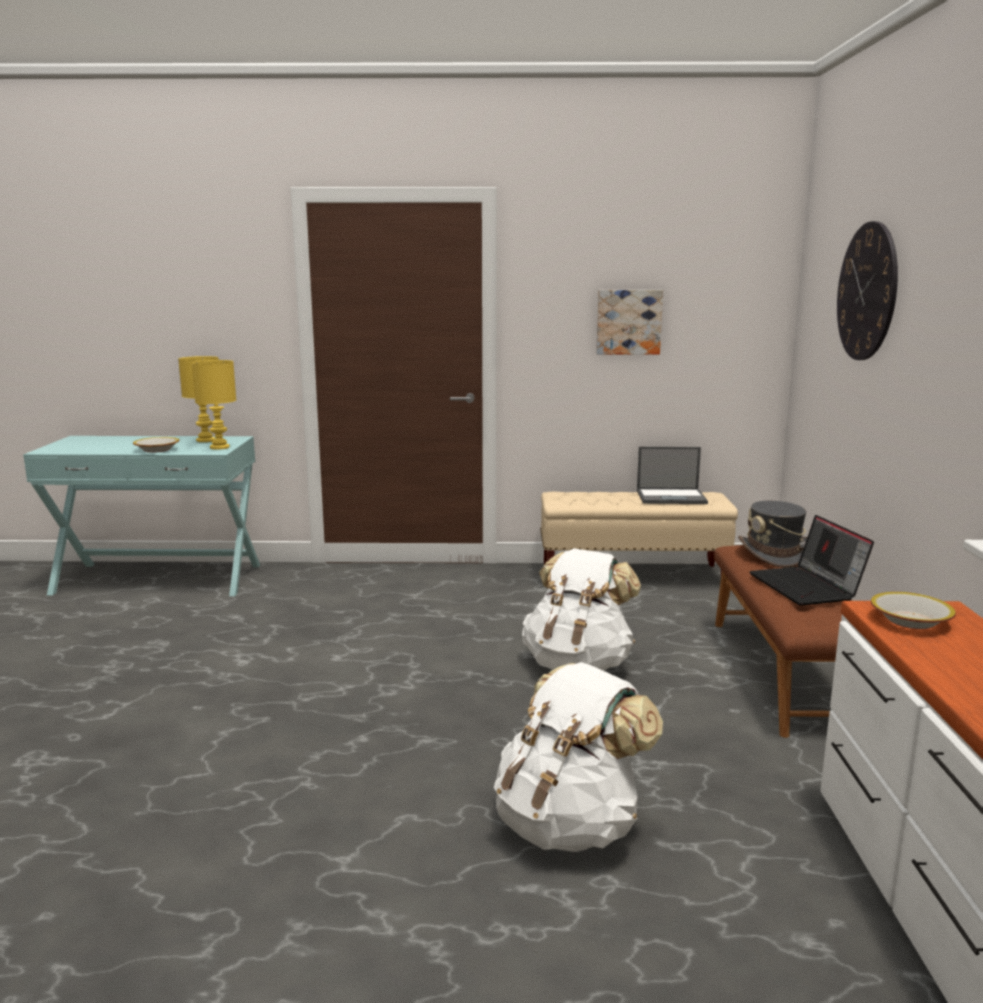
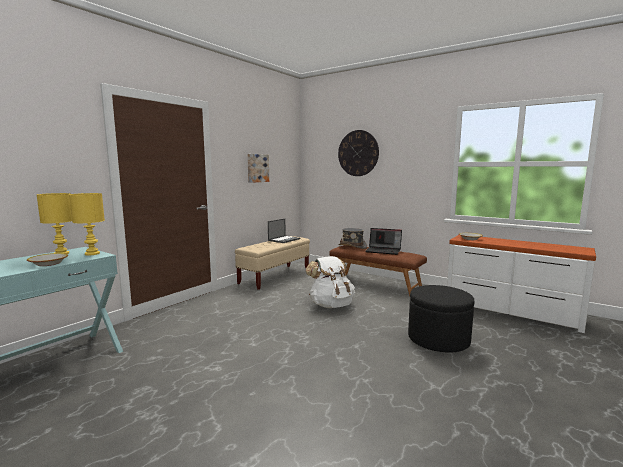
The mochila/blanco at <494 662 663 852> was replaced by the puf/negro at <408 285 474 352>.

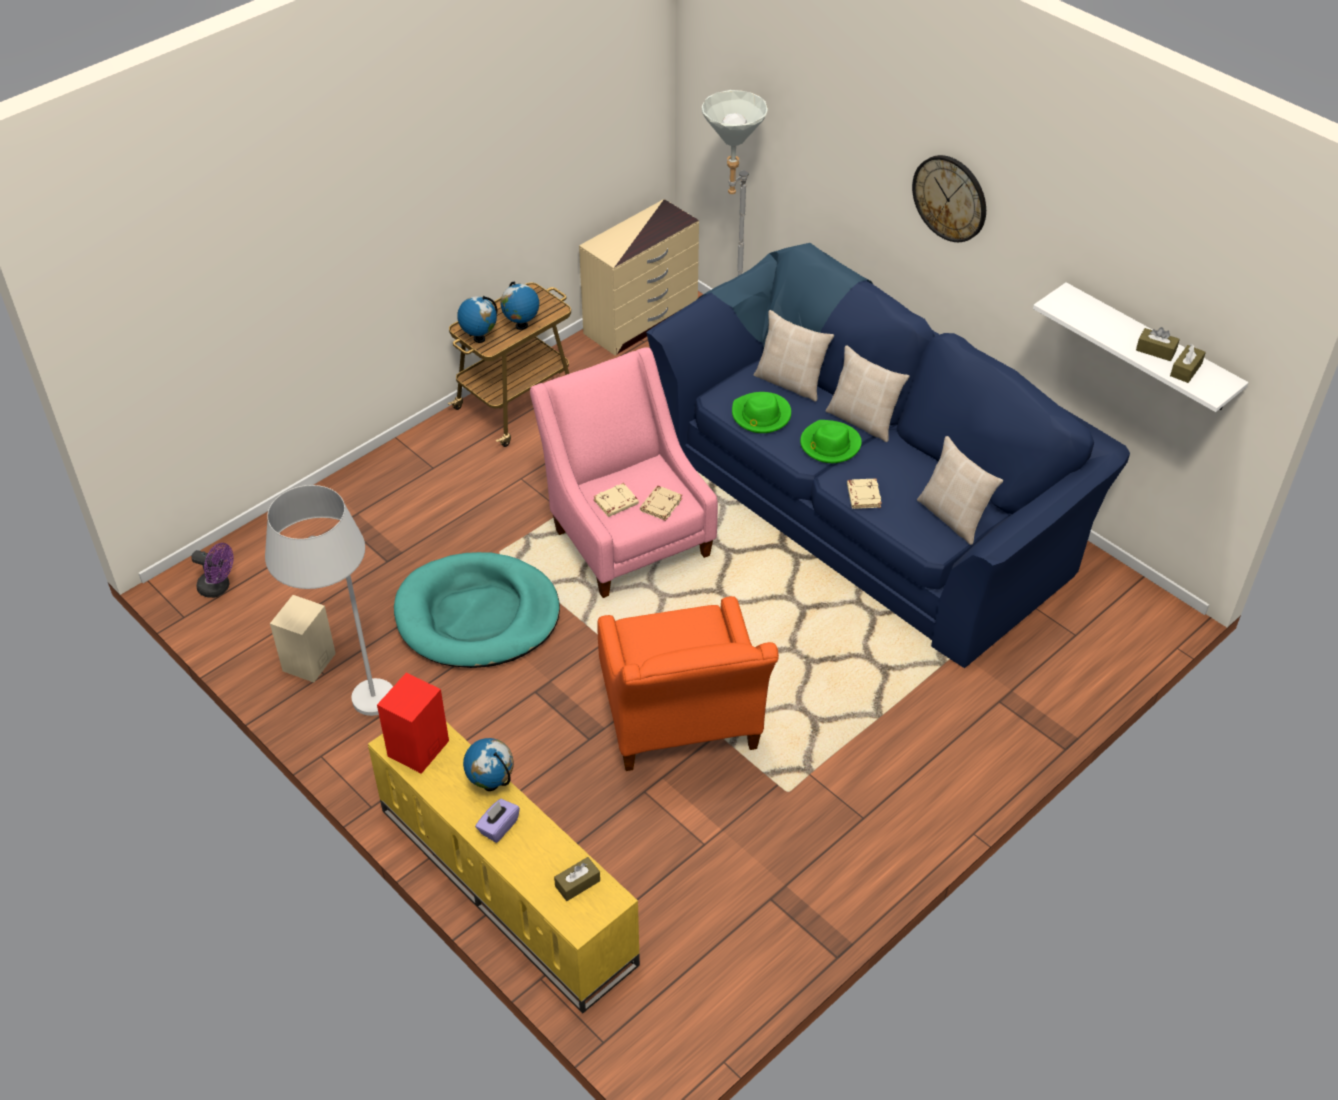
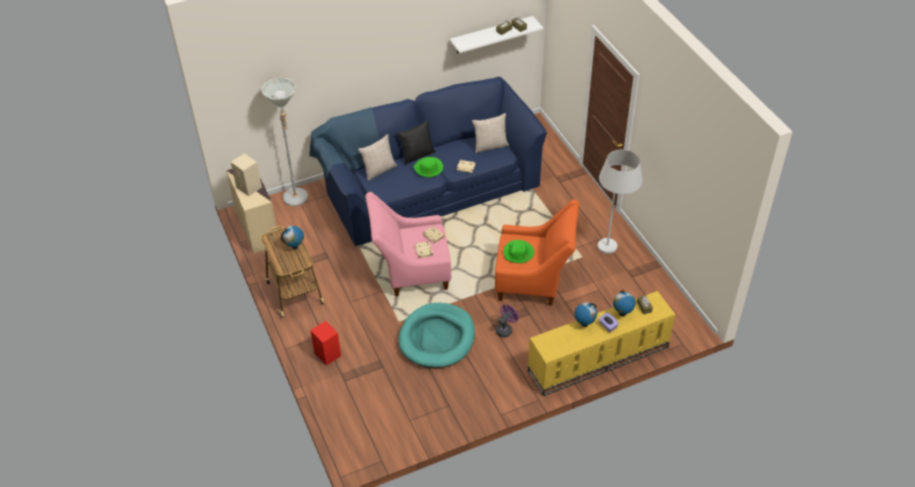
The ventilador/morado moved from <191 543 234 598> to <496 304 518 338>.
The lámpara de pie/blanco moved from <265 485 393 716> to <598 149 643 254>.
The altavoz/beis moved from <270 595 336 683> to <231 153 262 196>.
The altavoz/rojo moved from <377 672 449 774> to <310 321 341 366>.
The globo terráqueo moved from <457 296 497 343> to <613 290 636 316>.
The sombrero/verde moved from <732 392 791 433> to <503 240 534 263>.
The cojín/beis at <825 345 910 442> became the cojín/negro at <397 120 436 165>.
The reloj de pared at <912 155 986 242> disappeared.

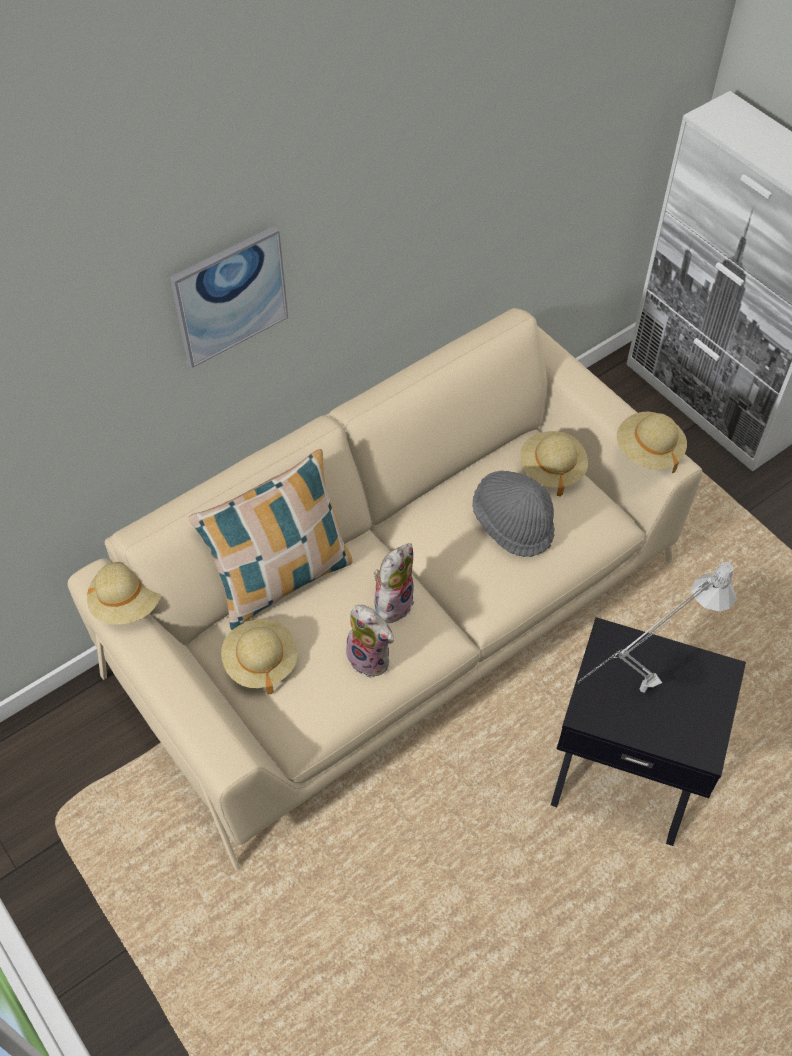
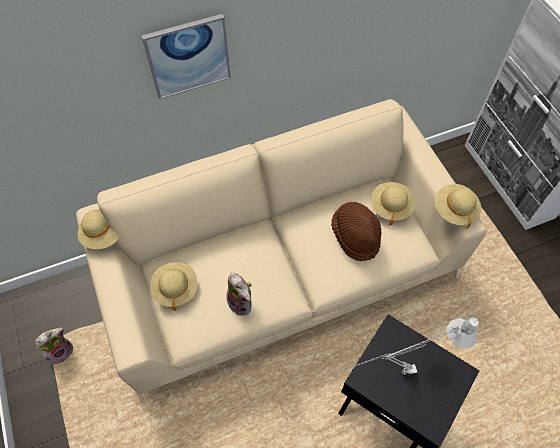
The cojín at <189 449 353 630> disappeared.
The peluche moved from <374 543 414 623> to <35 328 73 365>.
The sombrero/gris at <472 471 555 557> became the sombrero/marrón at <331 202 381 261>.

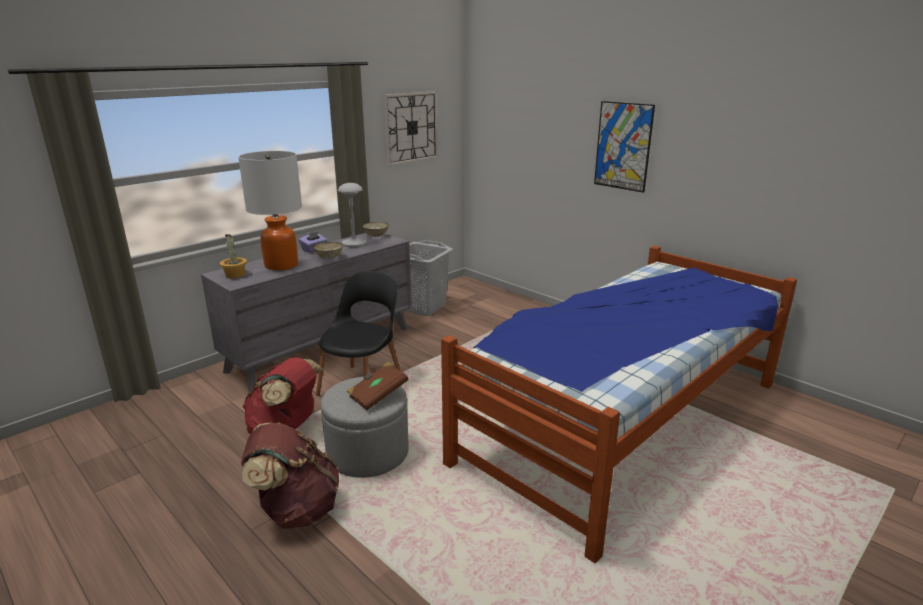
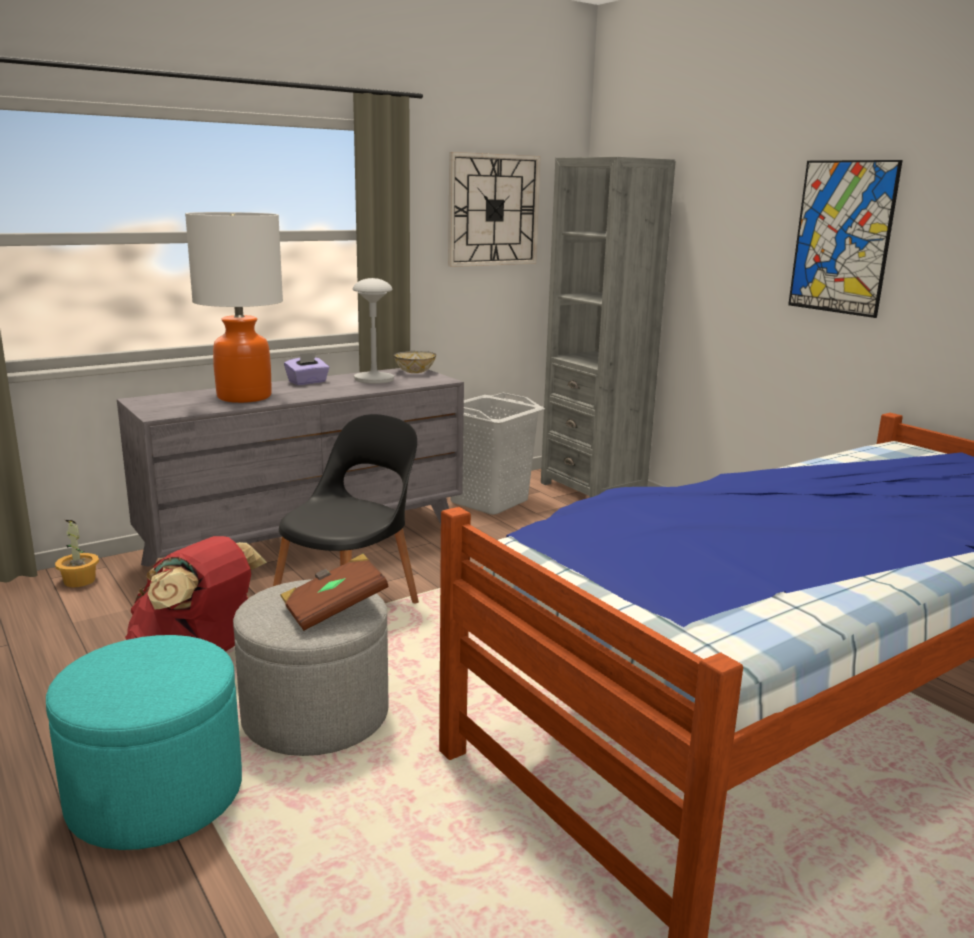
The planta en maceta moved from <220 234 247 278> to <55 520 99 587>.
The mochila/marrón at <241 423 339 529> was replaced by the puf/turquesa at <46 635 242 850>.
The cuenco at <313 242 343 259> disappeared.
The estantería/gris at <541 157 676 498> appeared.

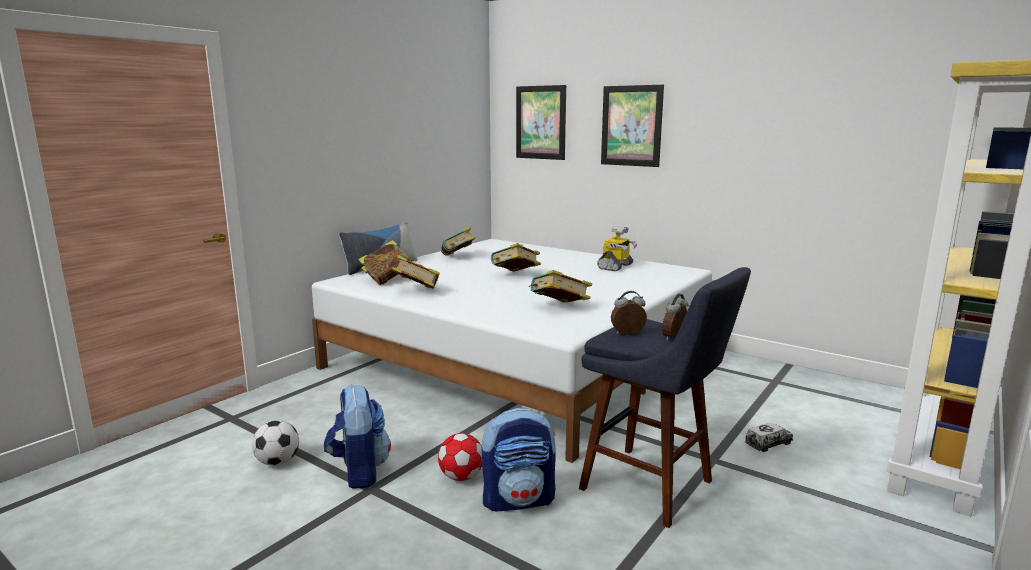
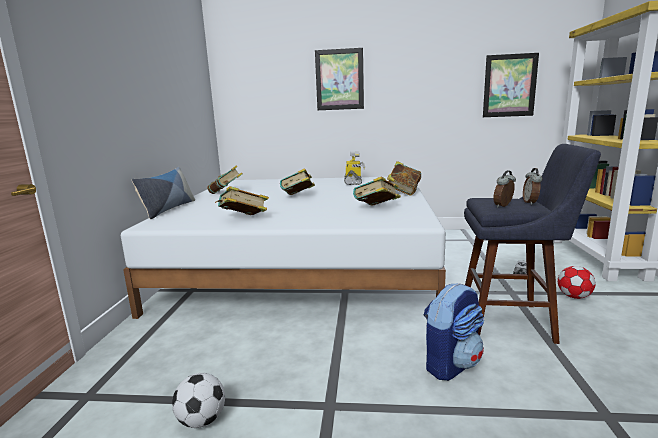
The mochila at <324 384 391 489> disappeared.
The libro moved from <358 240 413 285> to <387 161 421 195>.
The balón de fútbol moved from <438 433 482 481> to <558 266 596 299>.
The cuadro moved from <516 85 566 160> to <483 53 539 117>.

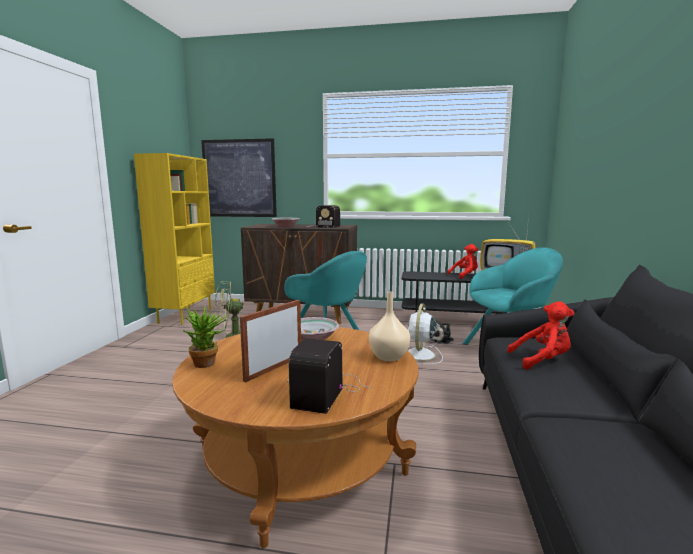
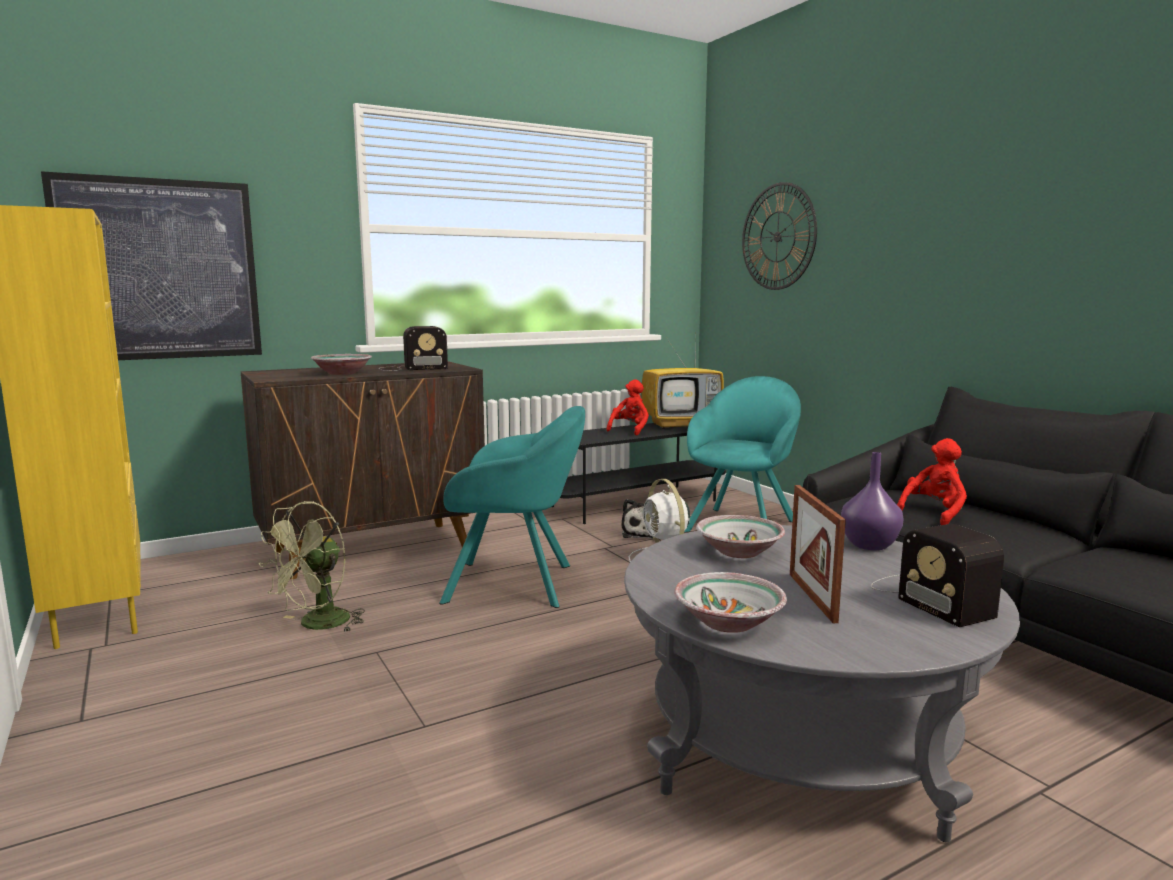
The mesa de centro/marrón at <172 327 418 548> became the mesa de centro/gris at <624 525 1020 842>.
The planta en maceta at <182 306 228 368> was replaced by the cuenco at <674 572 787 633>.
The florero/beis at <369 291 410 361> became the florero/morado at <841 452 904 550>.
The reloj de pared at <742 182 817 290> appeared.

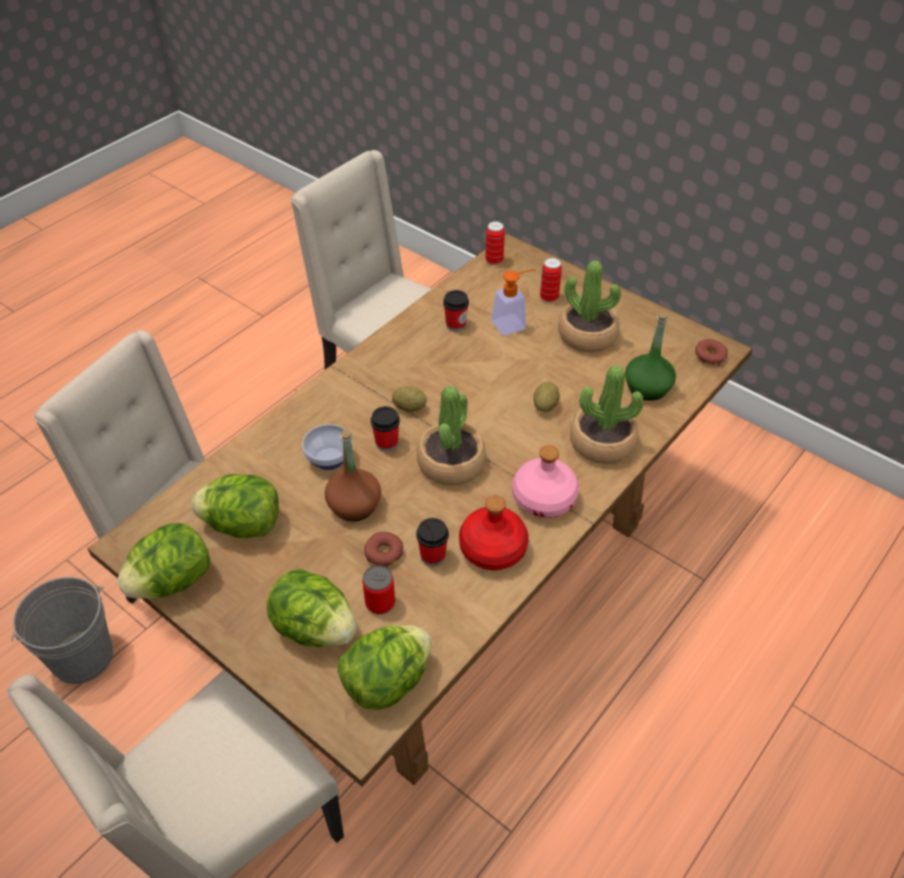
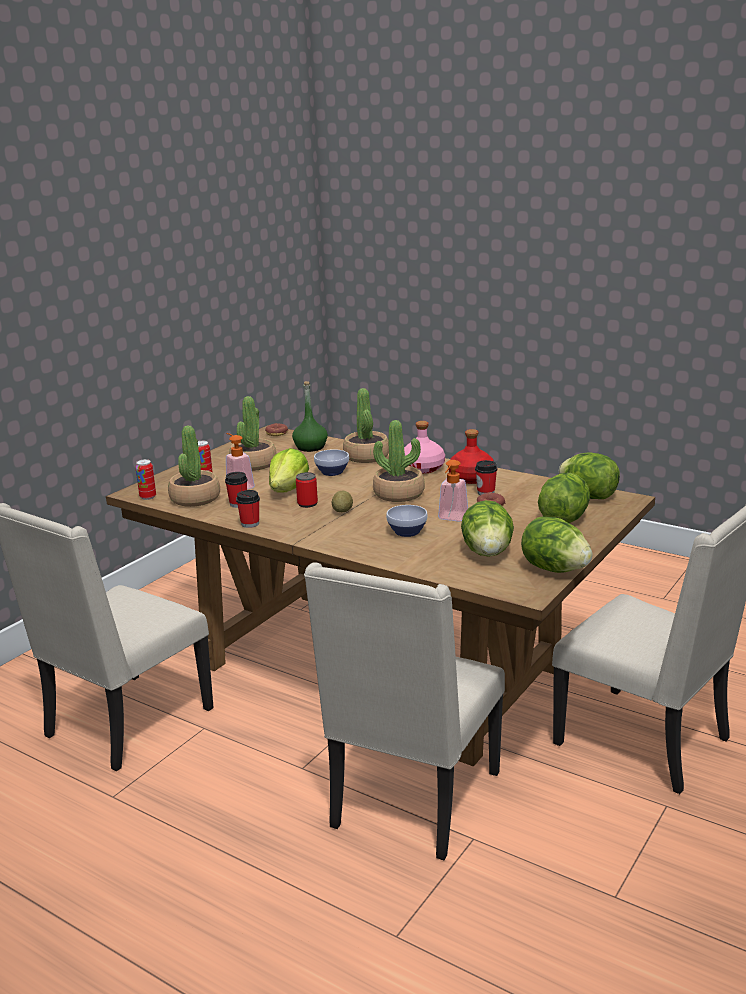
The cubo/gris at <11 577 113 684> disappeared.
The botella/marrón at <325 430 381 522> was replaced by the dispensador de jabón at <438 460 468 522>.
The lata moved from <362 565 395 614> to <296 472 318 508>.
The taza moved from <371 406 400 452> to <236 490 260 528>.
The patata at <533 382 560 412> was replaced by the cuenco at <314 449 349 476>.
The planta en maceta at <168 425 220 507> appeared.
The lechuga at <269 448 309 493> appeared.

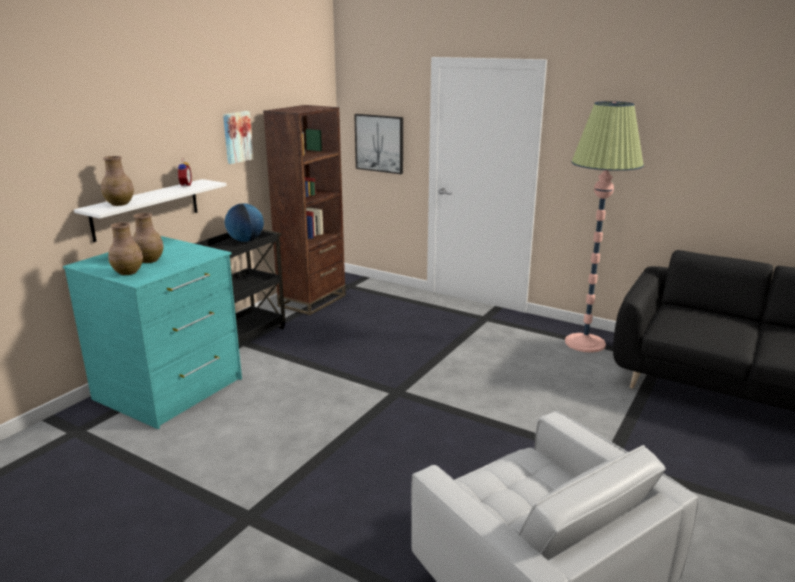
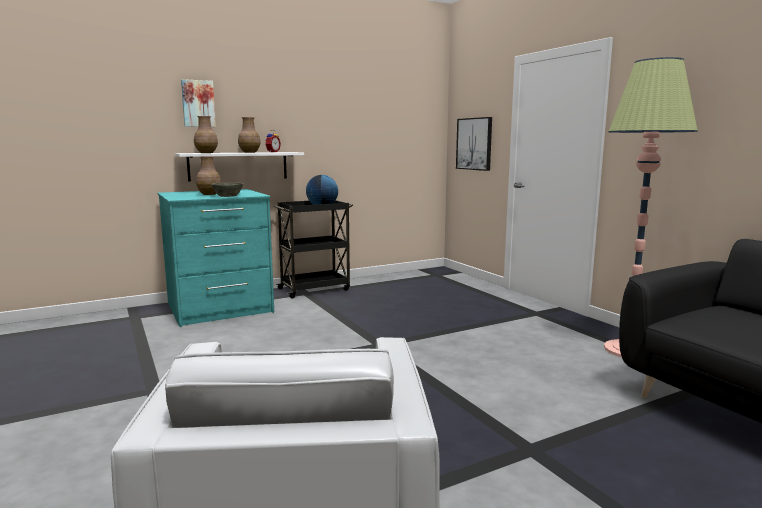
The florero/marrón moved from <108 222 143 275> to <238 117 261 153>.
The cuadro moved from <223 111 254 164> to <181 79 216 127>.
The estantería/marrón at <263 105 346 315> disappeared.
The cuenco/gris at <211 183 244 197> appeared.

